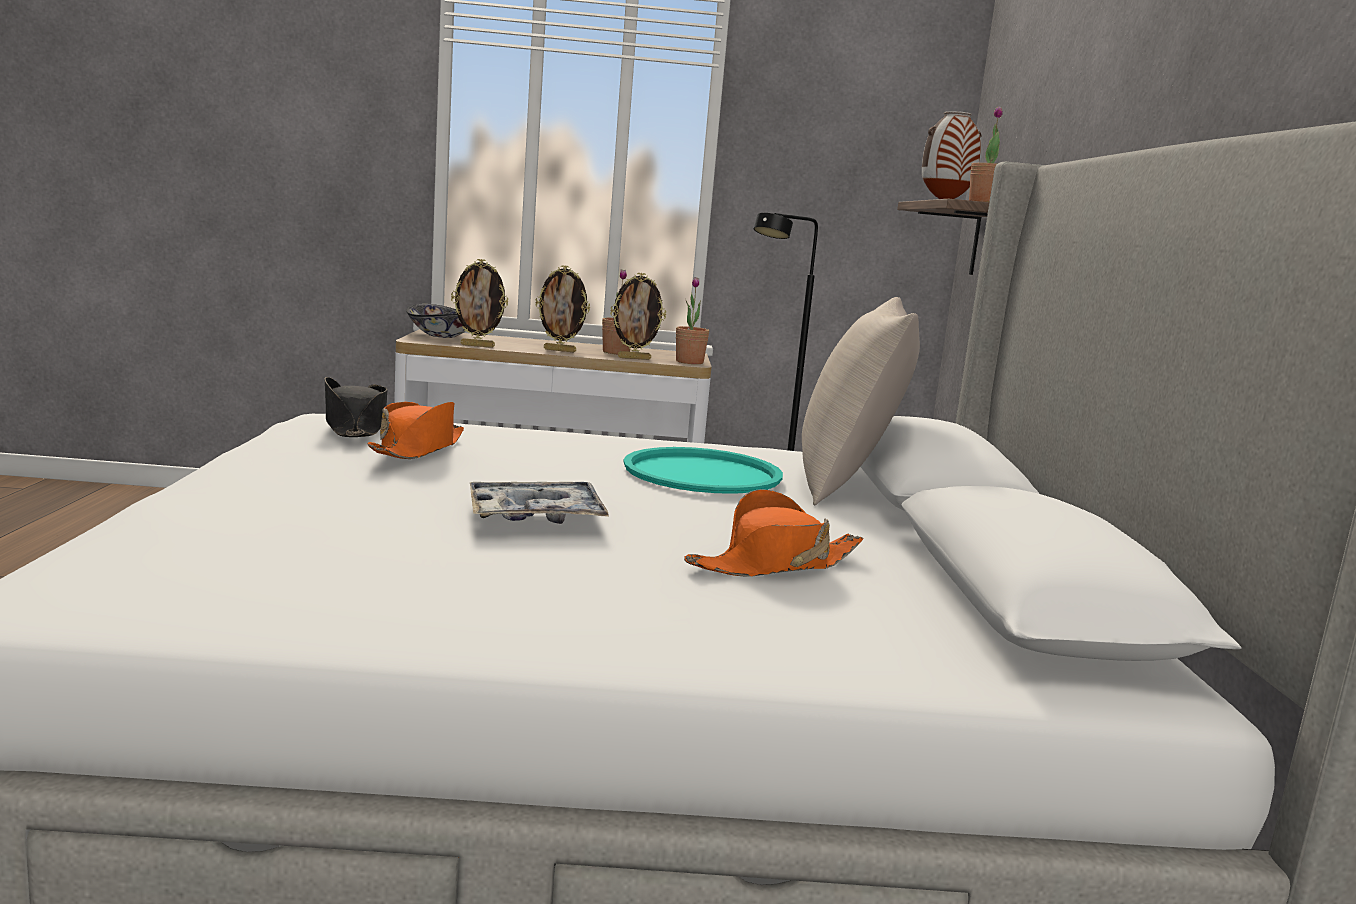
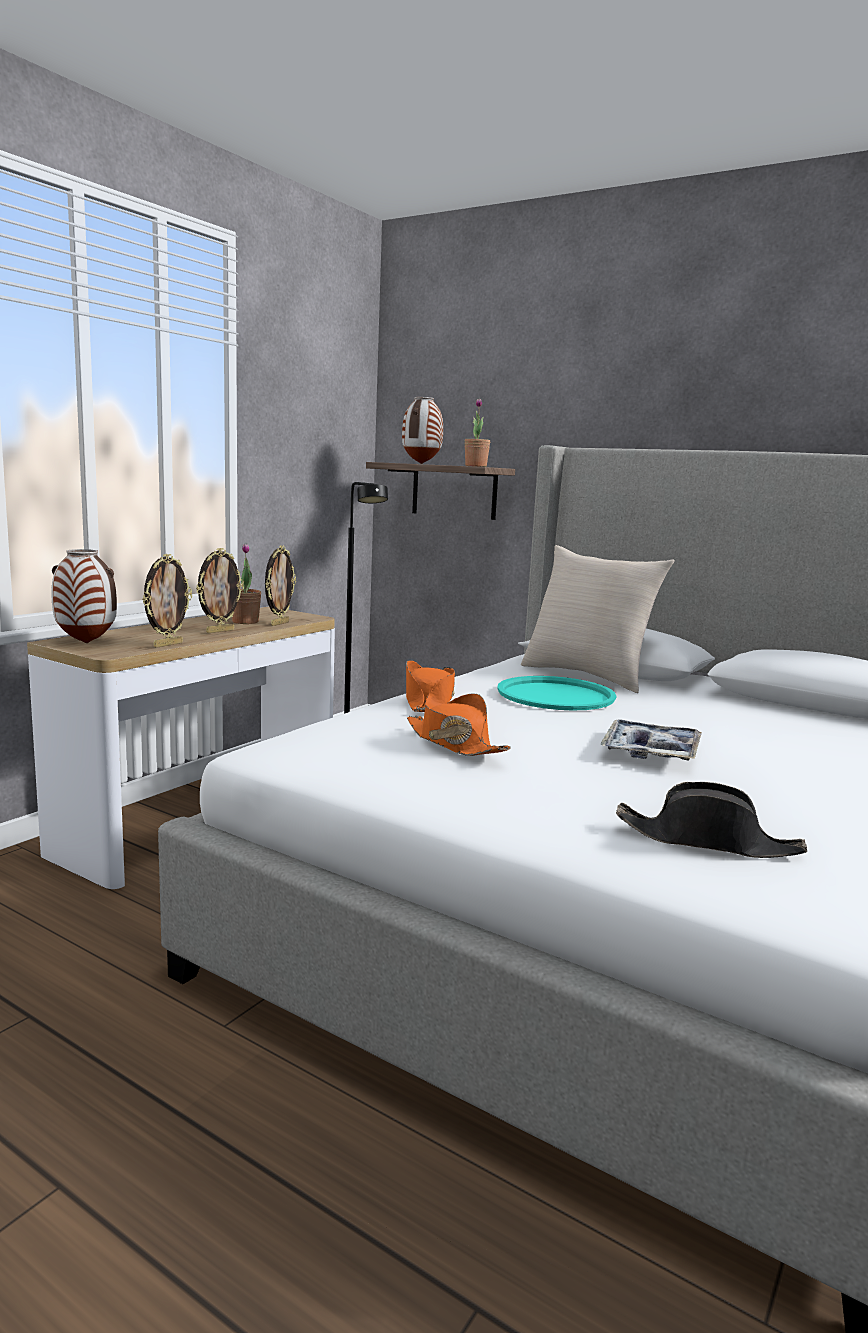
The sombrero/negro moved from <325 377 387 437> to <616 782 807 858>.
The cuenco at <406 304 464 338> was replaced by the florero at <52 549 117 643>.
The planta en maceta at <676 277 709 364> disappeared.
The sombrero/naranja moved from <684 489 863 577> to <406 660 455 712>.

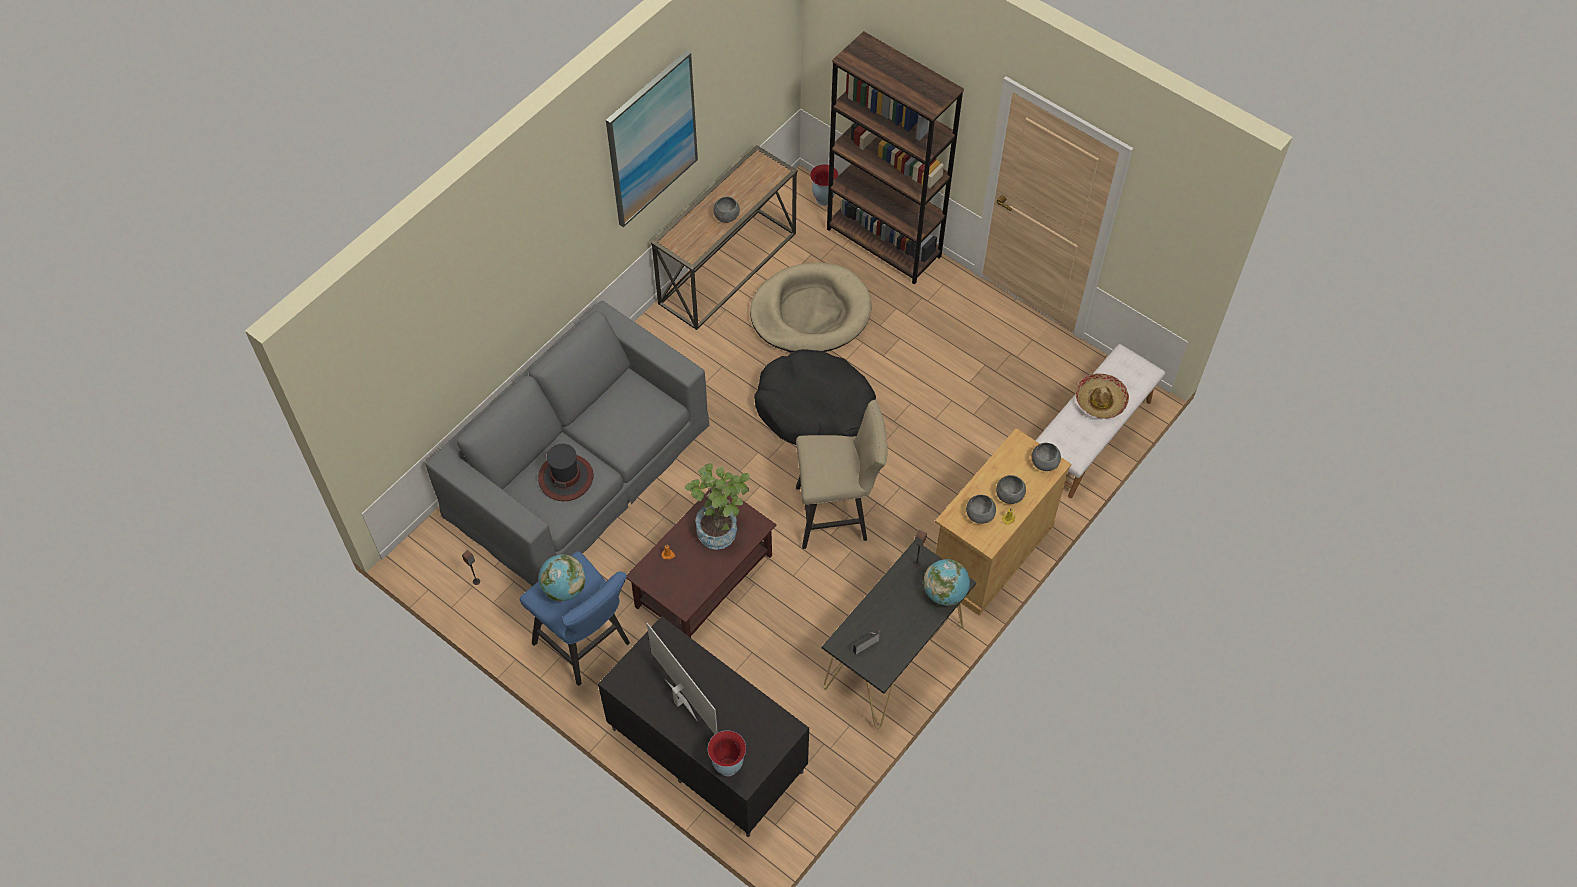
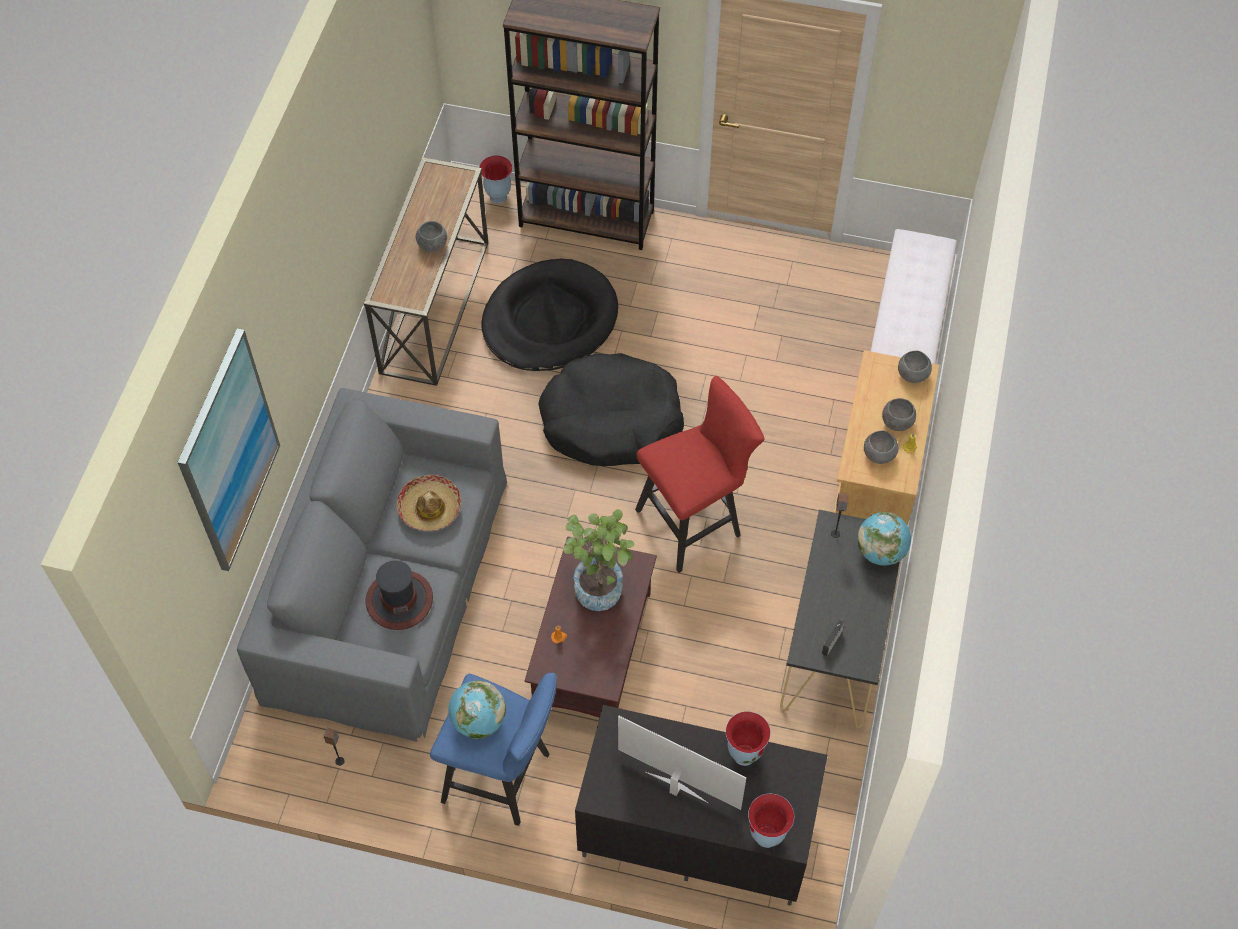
The cuadro moved from <606 50 698 227> to <177 329 280 571>.
The cama para perro/beis at <750 263 872 353> became the cama para perro/negro at <481 259 618 371>.
The taburete/beis at <796 400 888 549> became the taburete/rojo at <635 376 764 573>.
The sombrero moved from <1076 374 1129 419> to <396 475 461 531>.
The florero at <726 711 771 766> appeared.

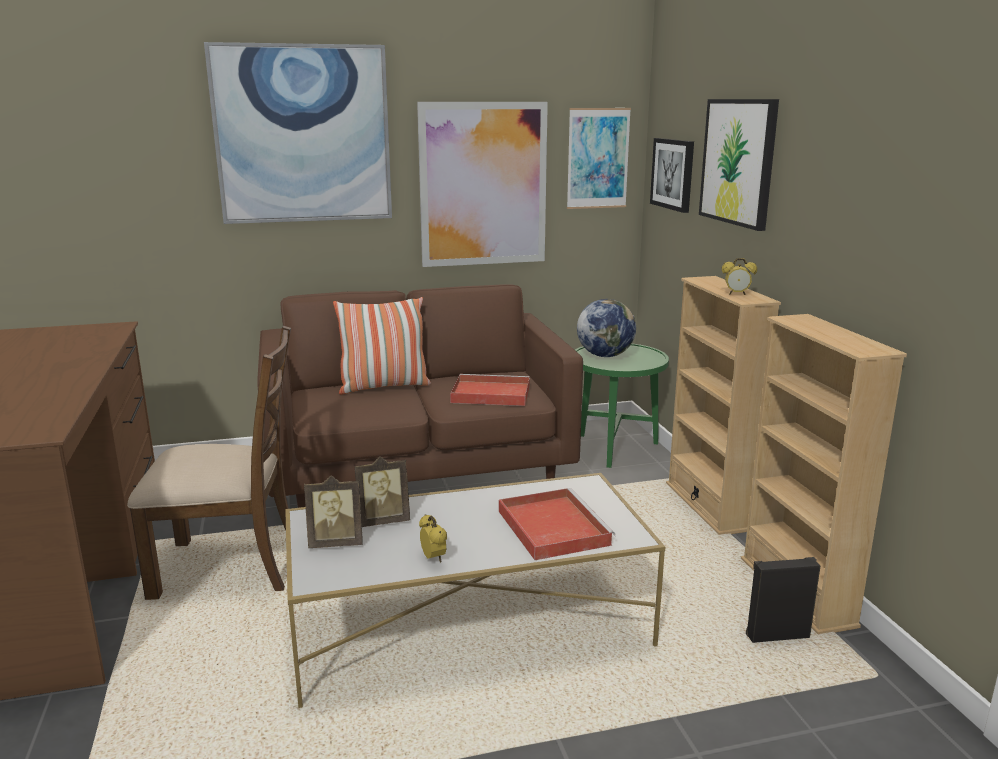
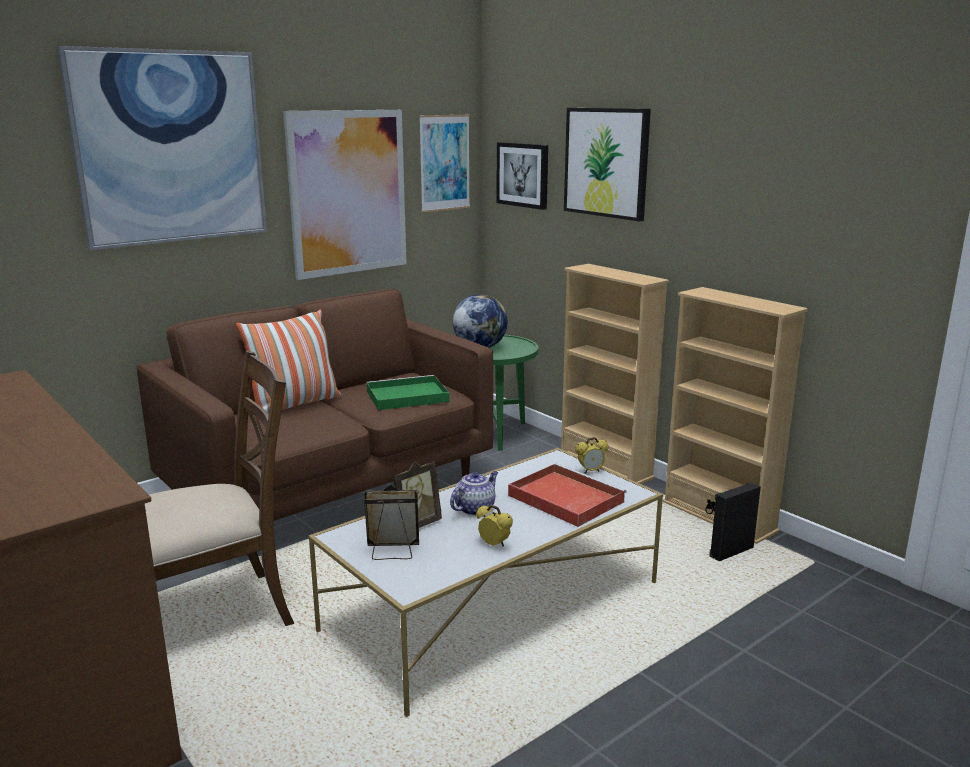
The portarretratos at <304 475 363 548> turned 150 degrees counterclockwise.
The bandeja/rojo at <450 374 530 406> became the bandeja/verde at <366 375 450 410>.
The despertador moved from <722 258 757 295> to <575 437 608 474>.
The tetera at <450 471 498 516> appeared.

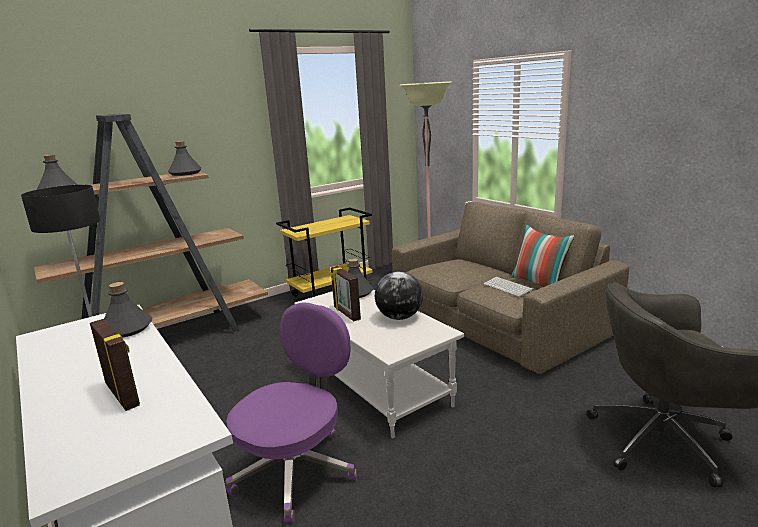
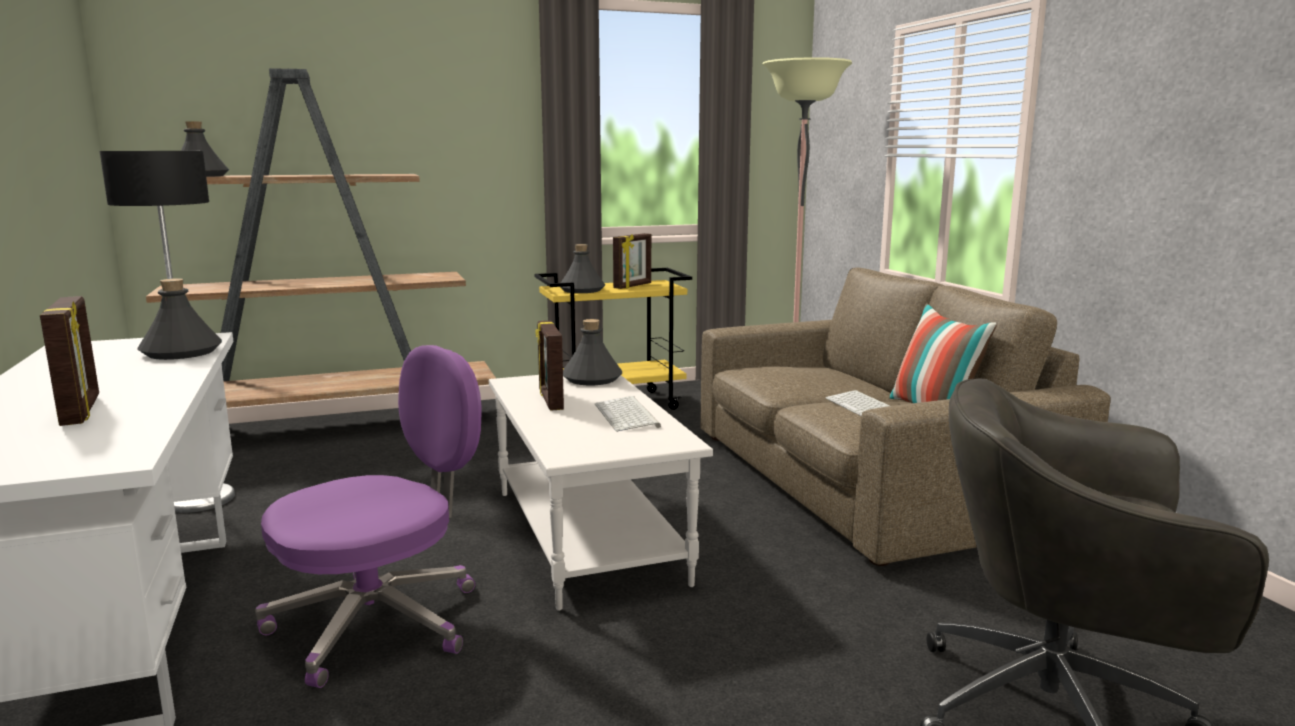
The botella/gris moved from <168 141 202 176> to <560 244 605 293>.
The globo terráqueo at <375 272 423 320> was replaced by the teclado at <595 396 661 432>.
The portarretratos at <613 233 651 289> appeared.

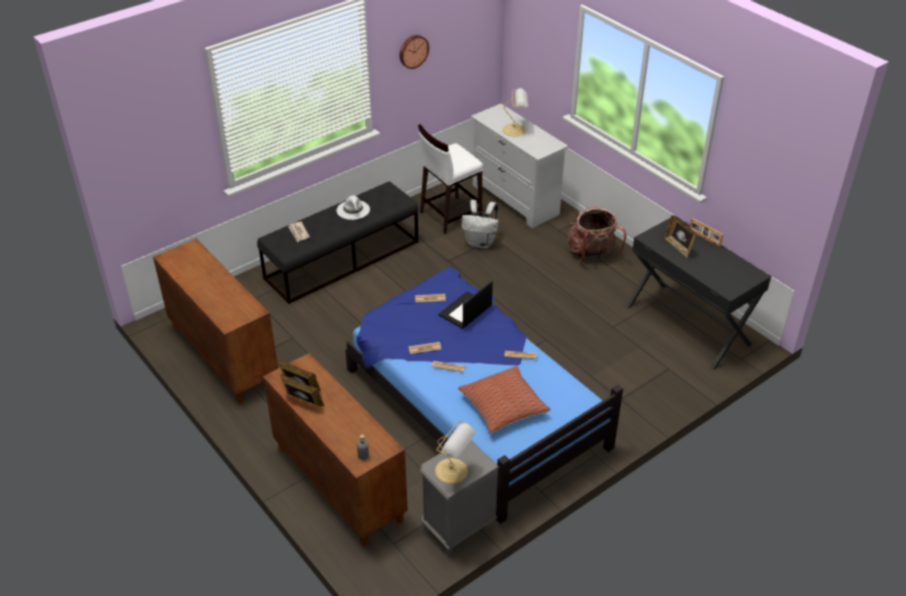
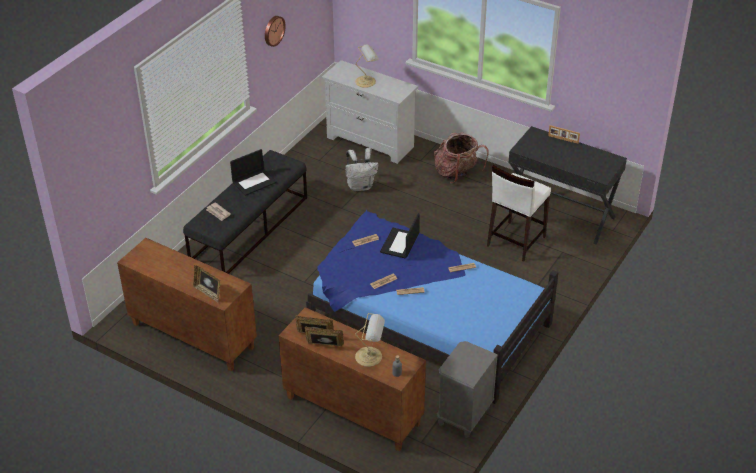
The sombrero/blanco at <337 195 370 220> was replaced by the portátil at <230 149 277 196>.
The taburete/blanco moved from <418 124 483 234> to <487 165 551 262>.
The lámpara de mesa moved from <435 420 475 484> to <355 313 385 367>.
The cojín at <458 366 551 433> disappeared.
The portarretratos moved from <664 215 696 258> to <193 265 220 303>.

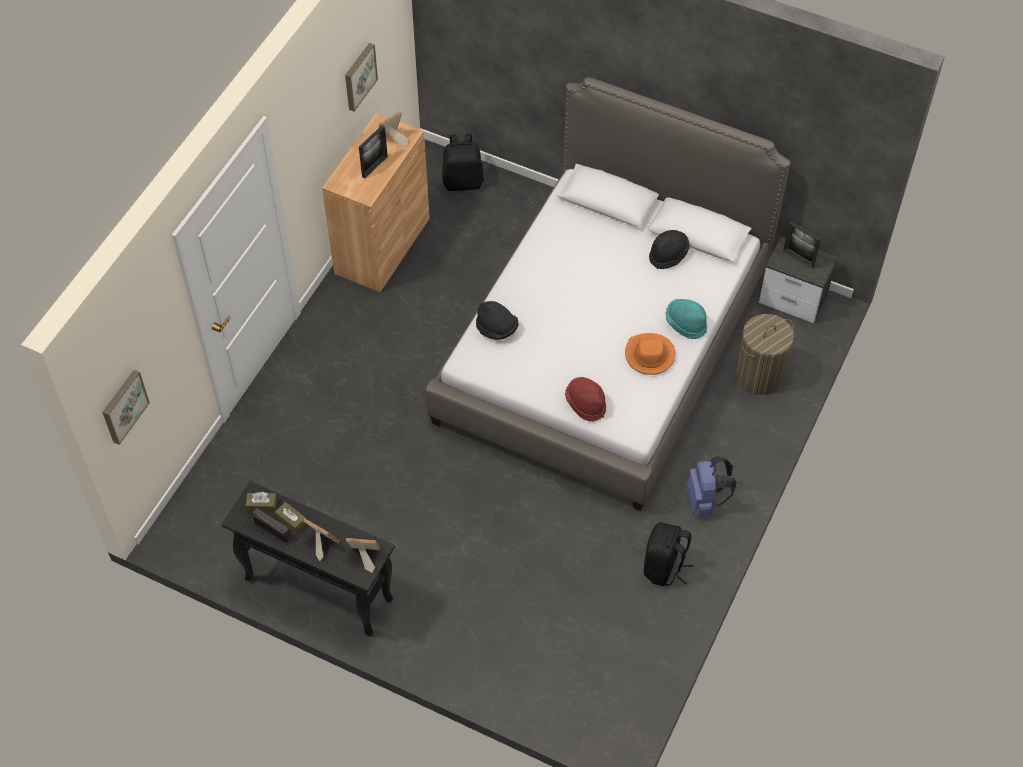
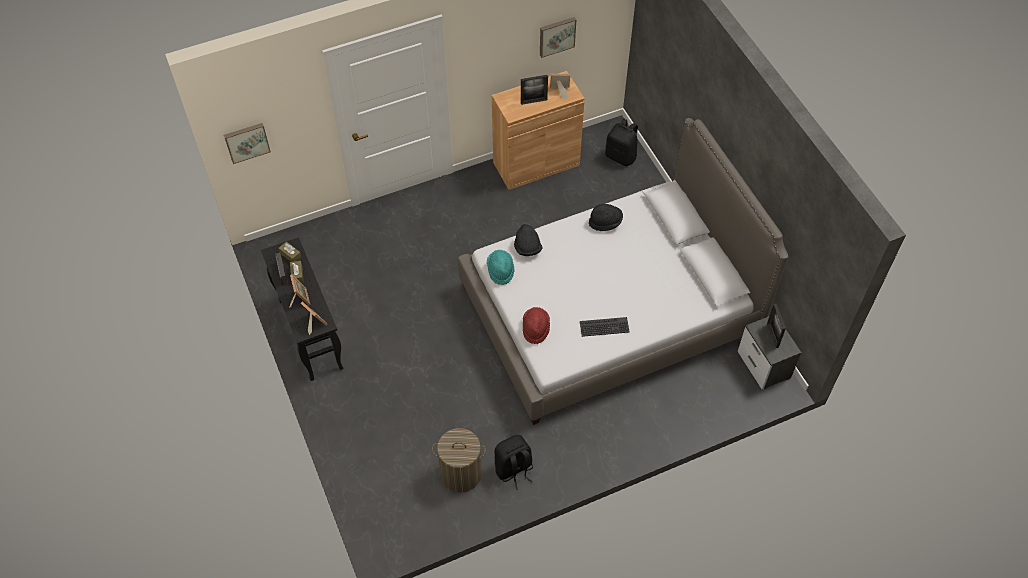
The sombrero/naranja at <625 333 676 375> was replaced by the teclado at <580 317 630 337>.
The sombrero/negro moved from <649 230 690 269> to <589 204 623 231>.
The sombrero/turquesa moved from <666 299 707 339> to <487 250 515 285>.
The mochila/azul at <686 456 737 516> disappeared.
The cesto de la ropa moved from <735 314 794 395> to <432 428 486 492>.

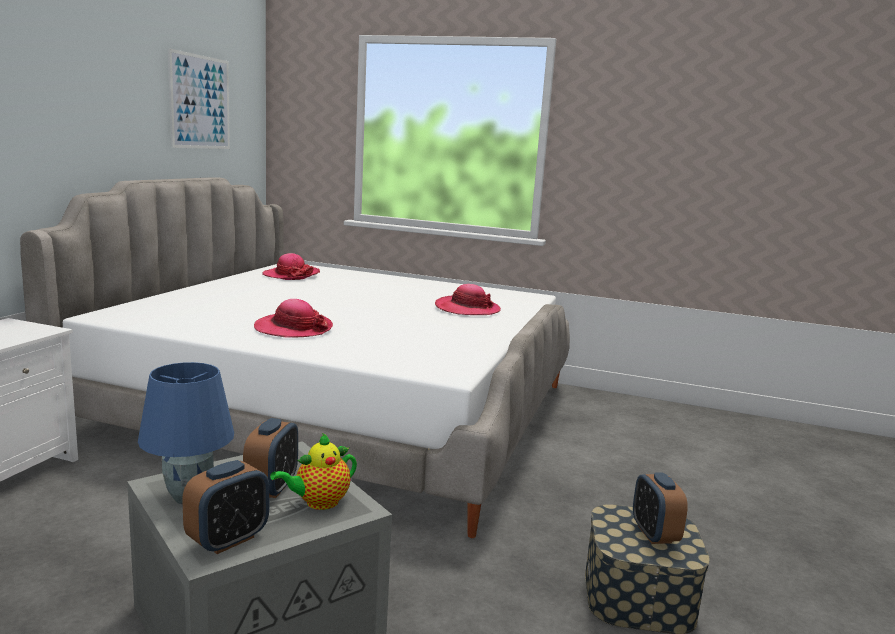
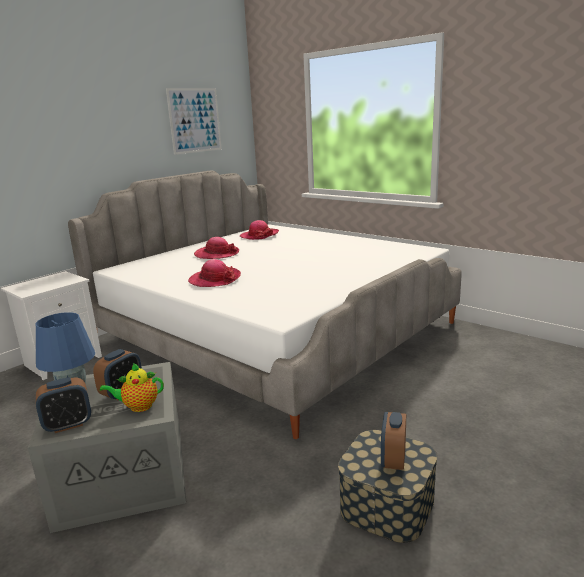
The sombrero moved from <435 284 501 315> to <194 237 239 259>.

